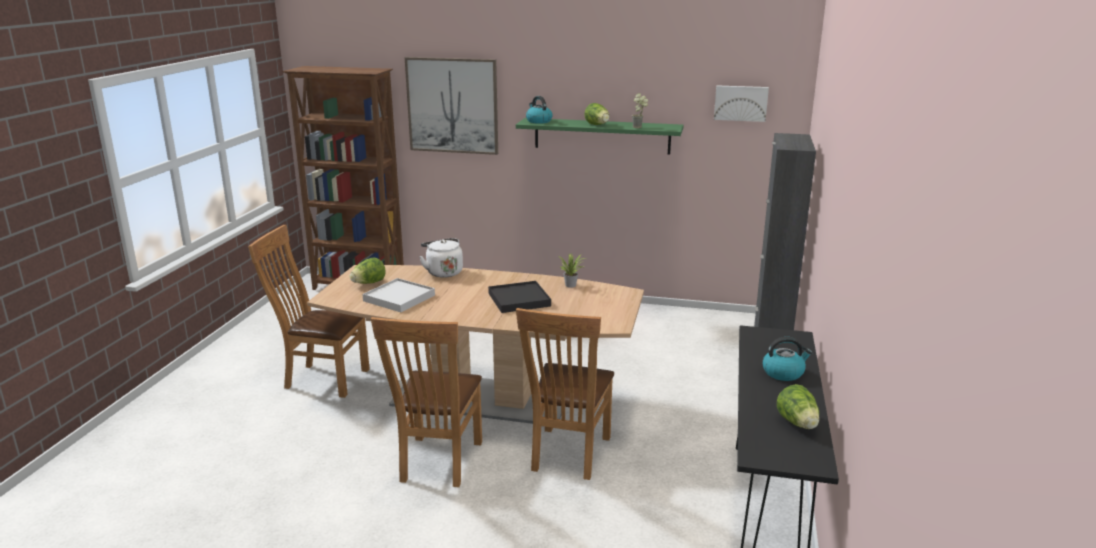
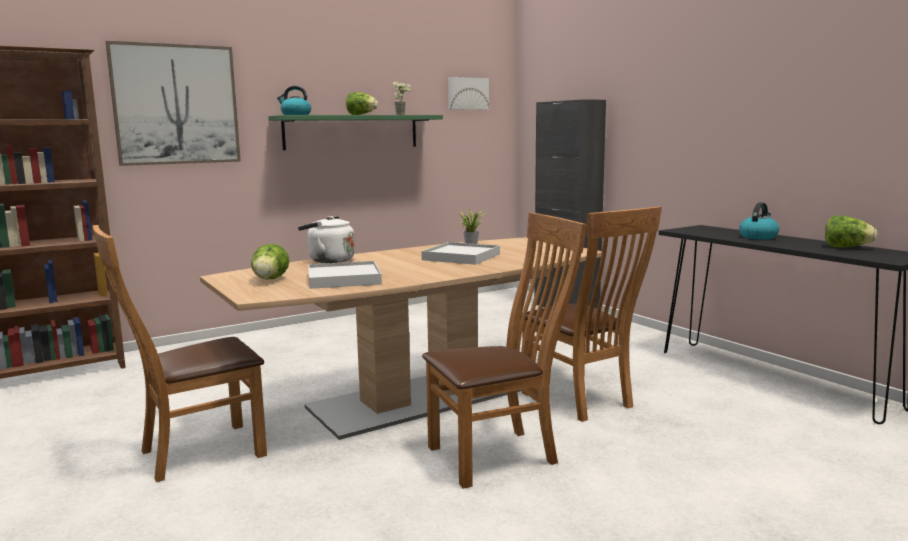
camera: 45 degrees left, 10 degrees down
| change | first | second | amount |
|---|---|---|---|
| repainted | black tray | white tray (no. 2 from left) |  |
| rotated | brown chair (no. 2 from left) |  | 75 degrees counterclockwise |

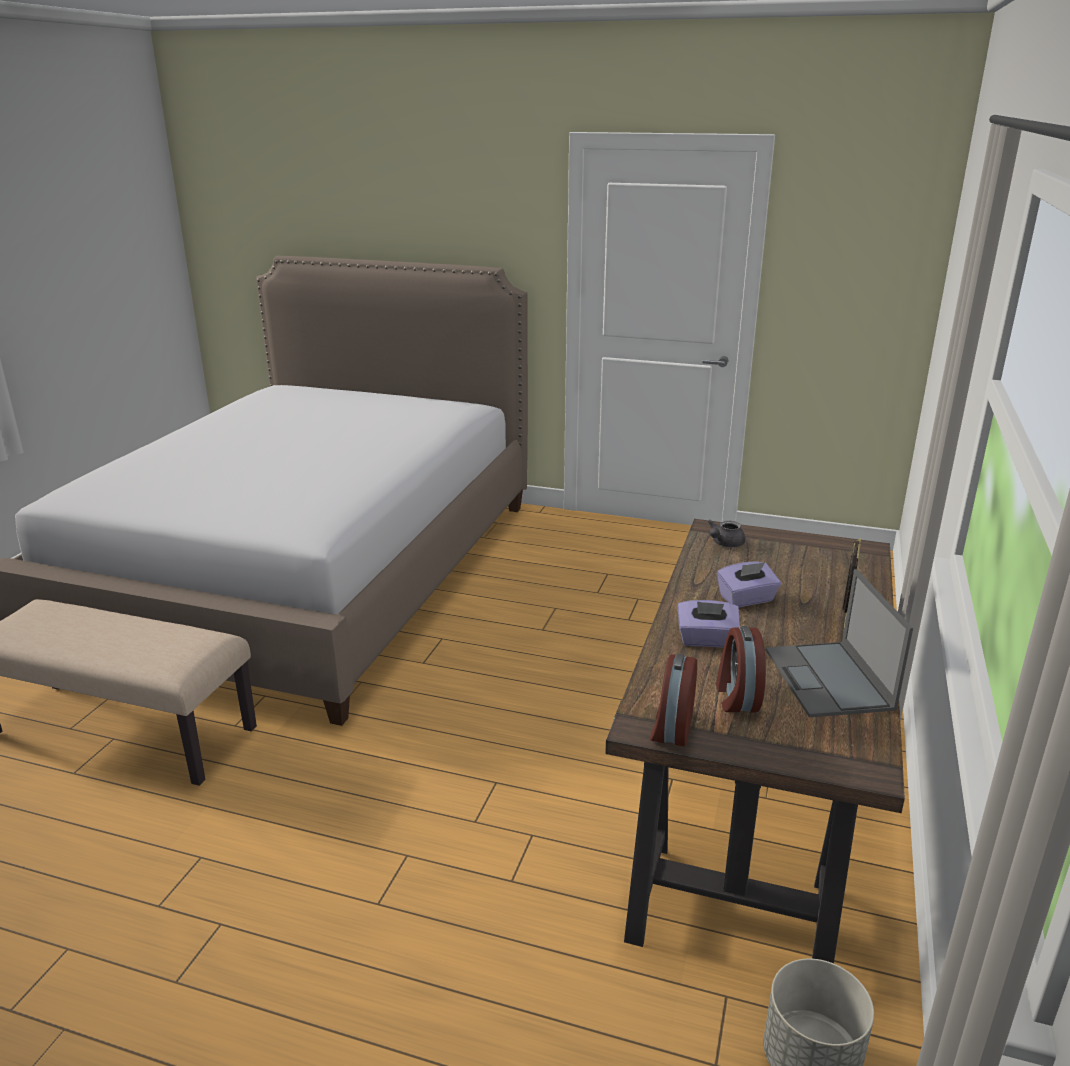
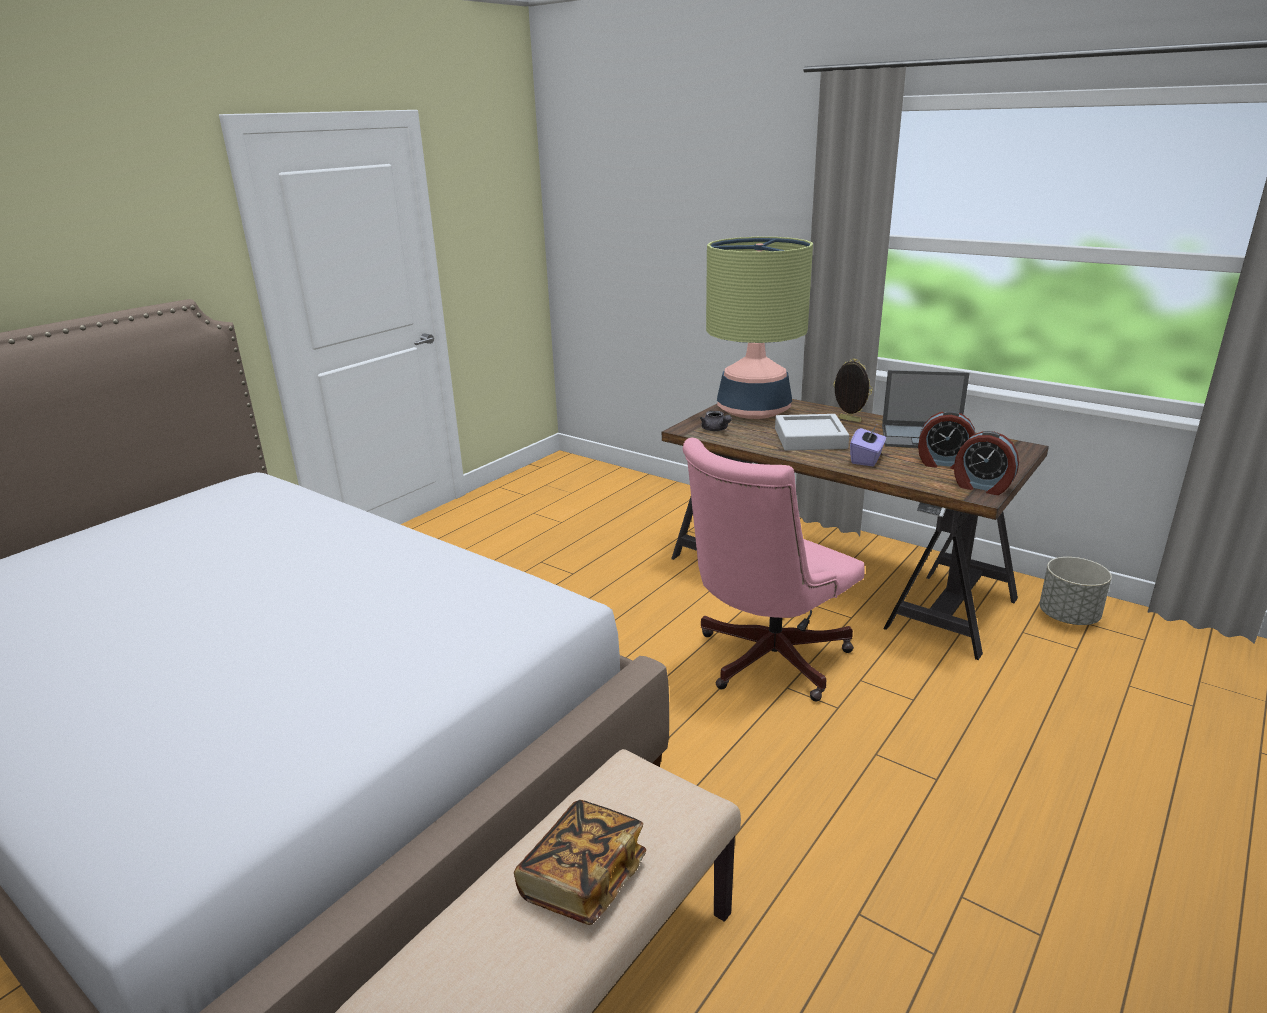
camera: 70 degrees left, 0 degrees up
| change | first | second | amount |
|---|---|---|---|
| swapped | purple tissue box (no. 2 from left) | grey tray |  |
| new |  | table lamp |  |
| new |  | pink office chair |  |
| new |  | book |  |

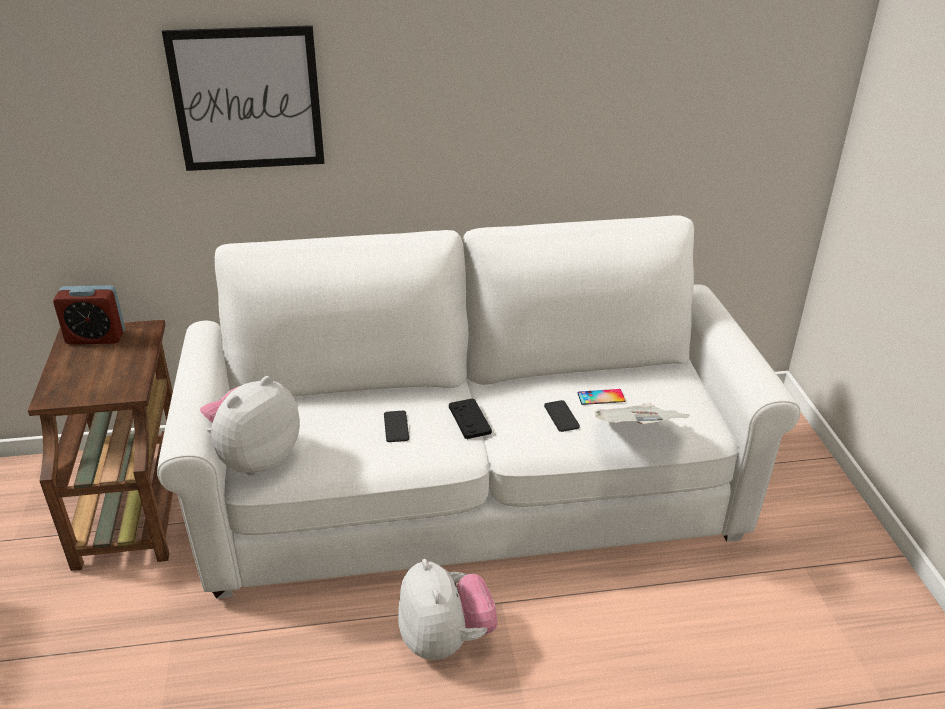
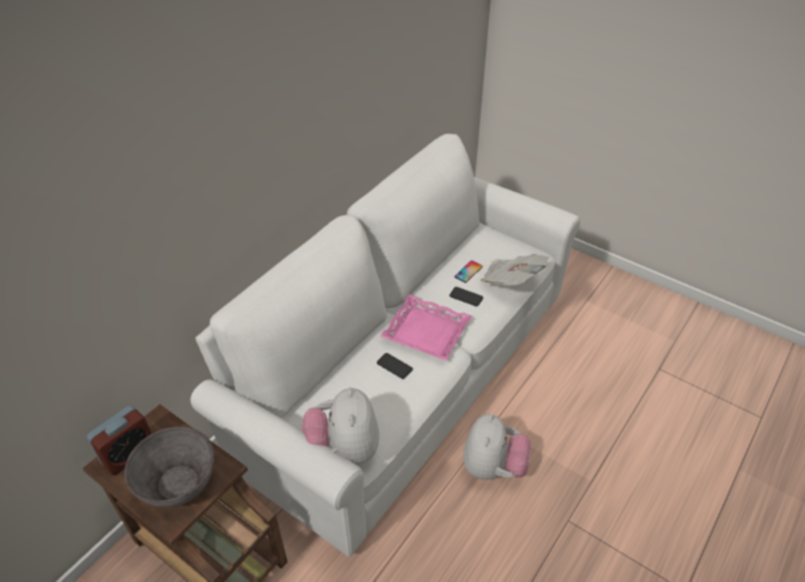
camera: 45 degrees left, 10 degrees up
| change | first | second | amount |
|---|---|---|---|
| gone | picture |  |  |
| swapped | black game controller | pink tray |  |
| rotated | plush toy (no. 2 from left) |  | 75 degrees clockwise |
| new |  | grey bowl |  |

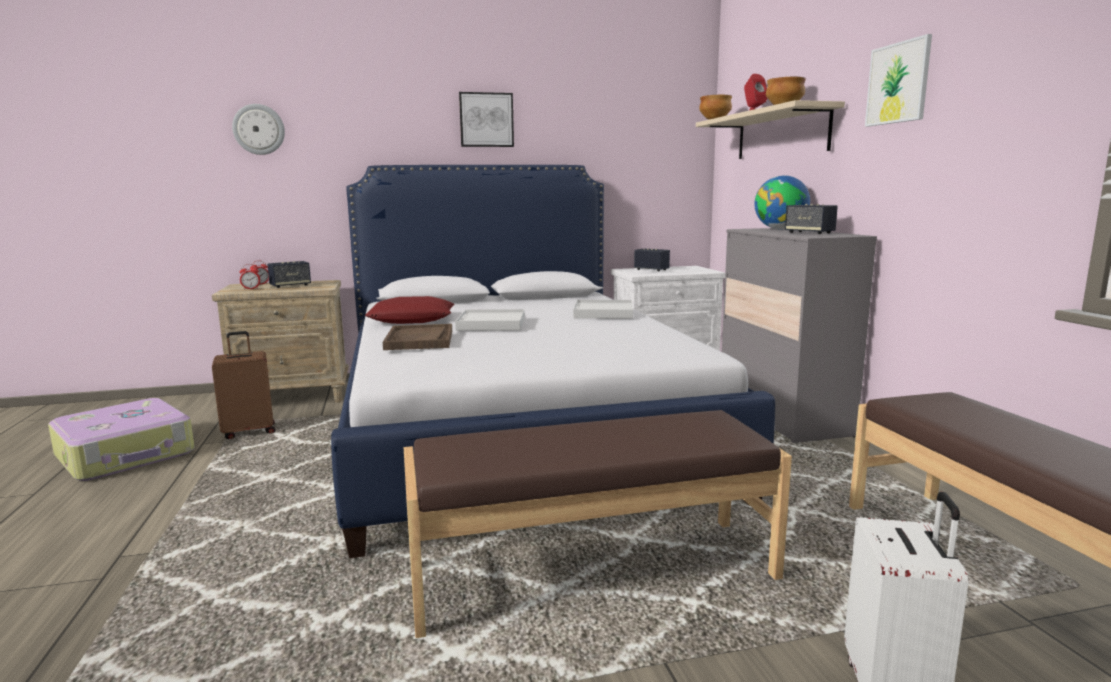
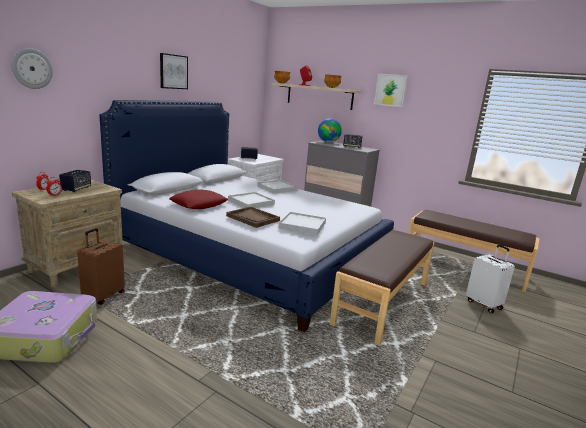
camera: 45 degrees left, 5 degrees up
| change | first | second | amount |
|---|---|---|---|
| new |  | white tray (no. 3 from left) |  |

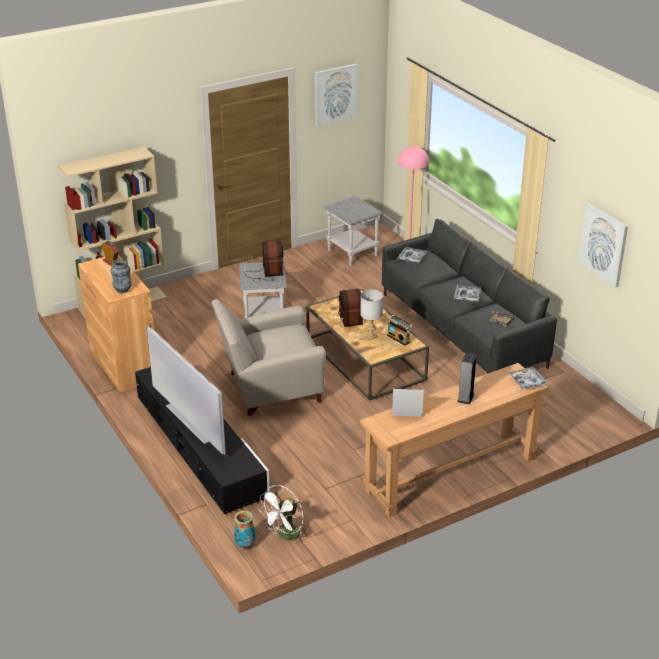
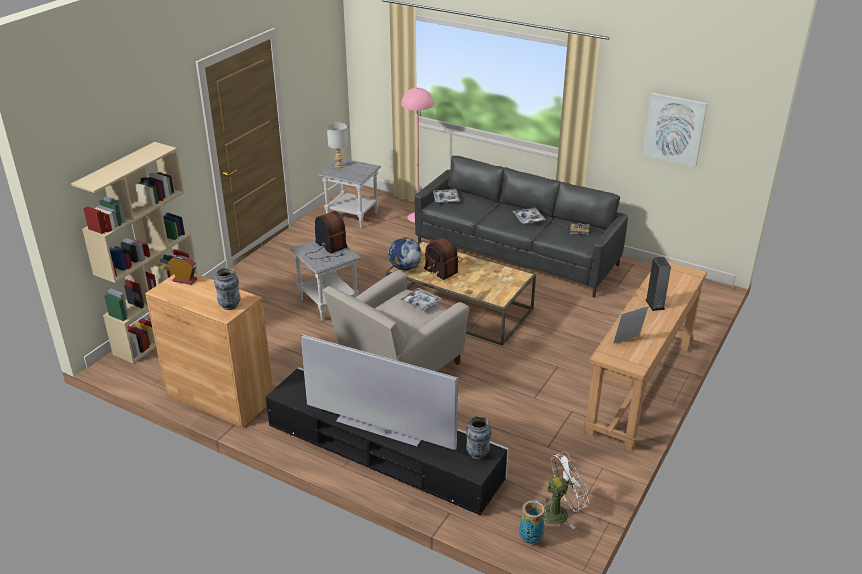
camera: 30 degrees left, 0 degrees up
| change | first | second | amount |
|---|---|---|---|
| gone | picture (no. 1 from left) |  |  |
| shifted | grey table lamp |  |  |
| gone | radio (no. 3 from left) |  |  |
| shifted | tray (no. 3 from left in the first image) | tray (no. 1 from left) |  |
| rotated | white fan |  | 120 degrees counterclockwise |
| new |  | globe |  |
| new |  | vase (no. 2 from left) |  |

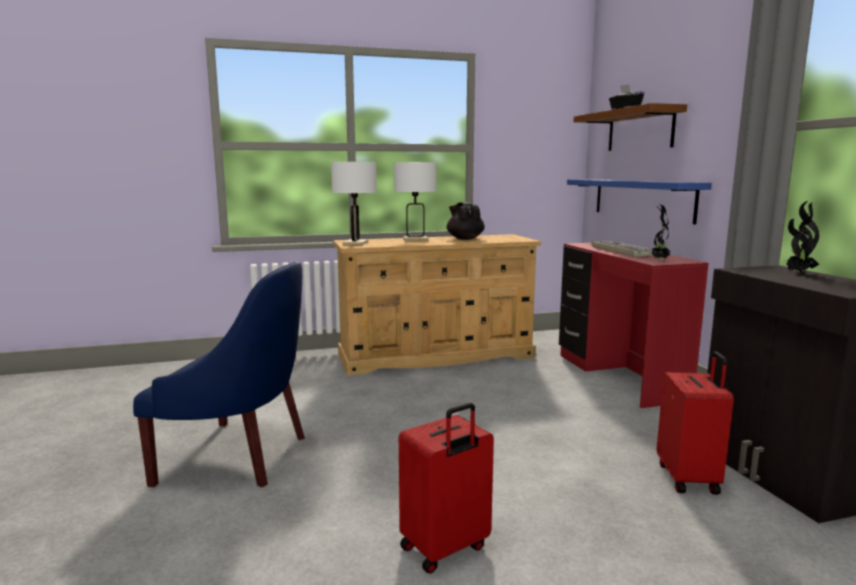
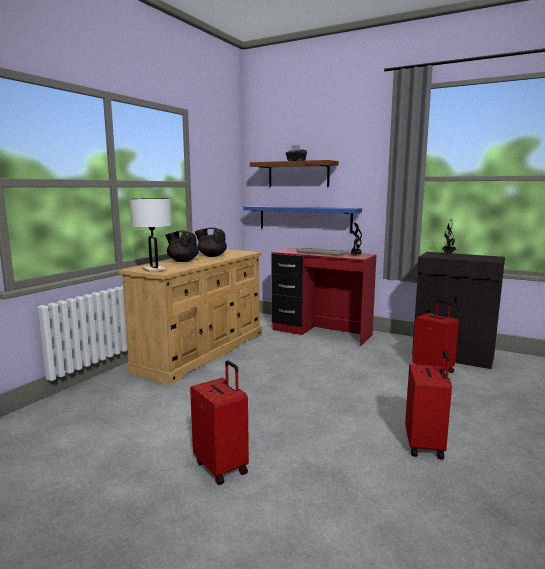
camera: 45 degrees left, 0 degrees up
| change | first | second | amount |
|---|---|---|---|
| swapped | white table lamp (no. 2 from left) | black teapot (no. 1 from left) |  |
| swapped | blue armchair | red suitcase (no. 1 from left) |  |

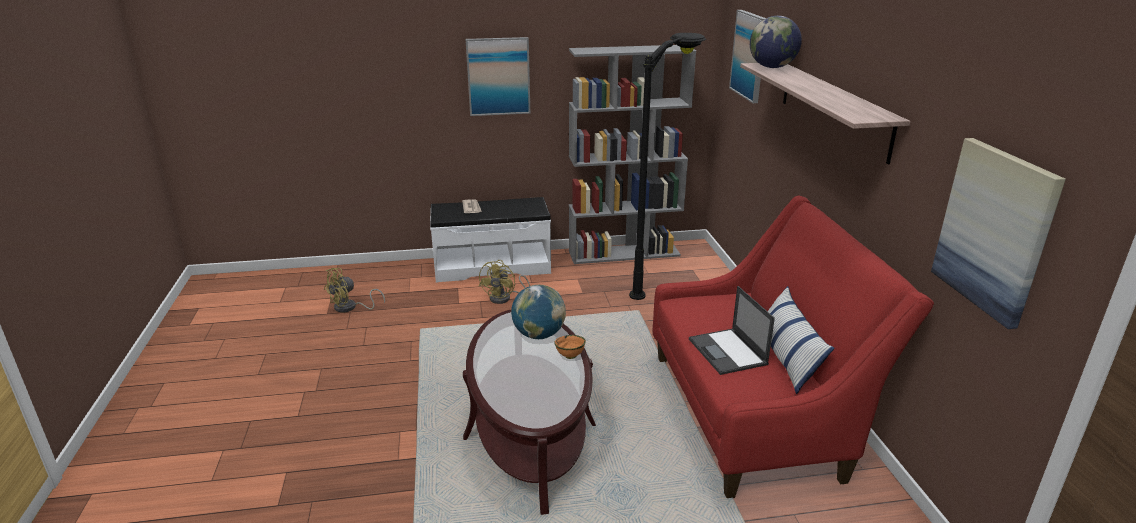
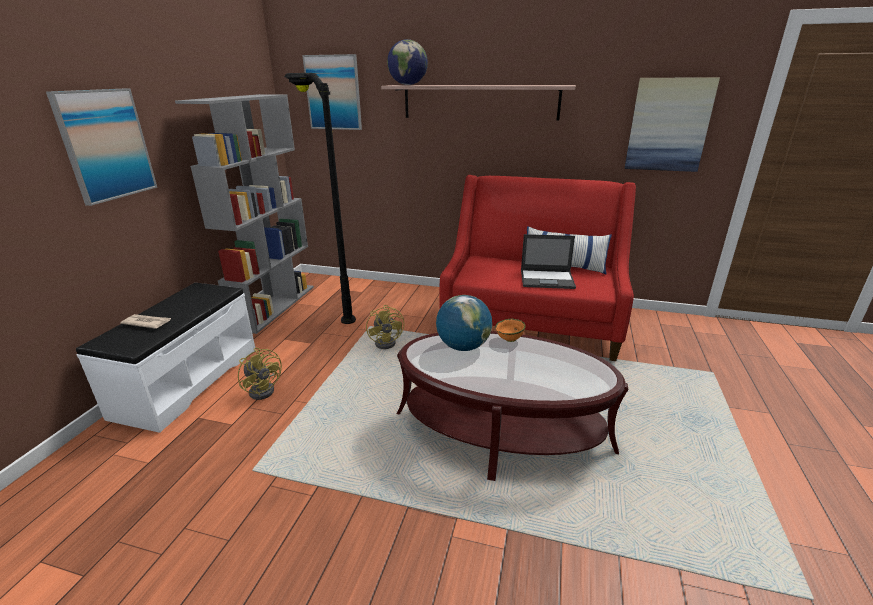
camera: 65 degrees left, 0 degrees up
| change | first | second | amount |
|---|---|---|---|
| shifted | yellow fan (no. 1 from left in the first image) | yellow fan (no. 2 from left) |  |

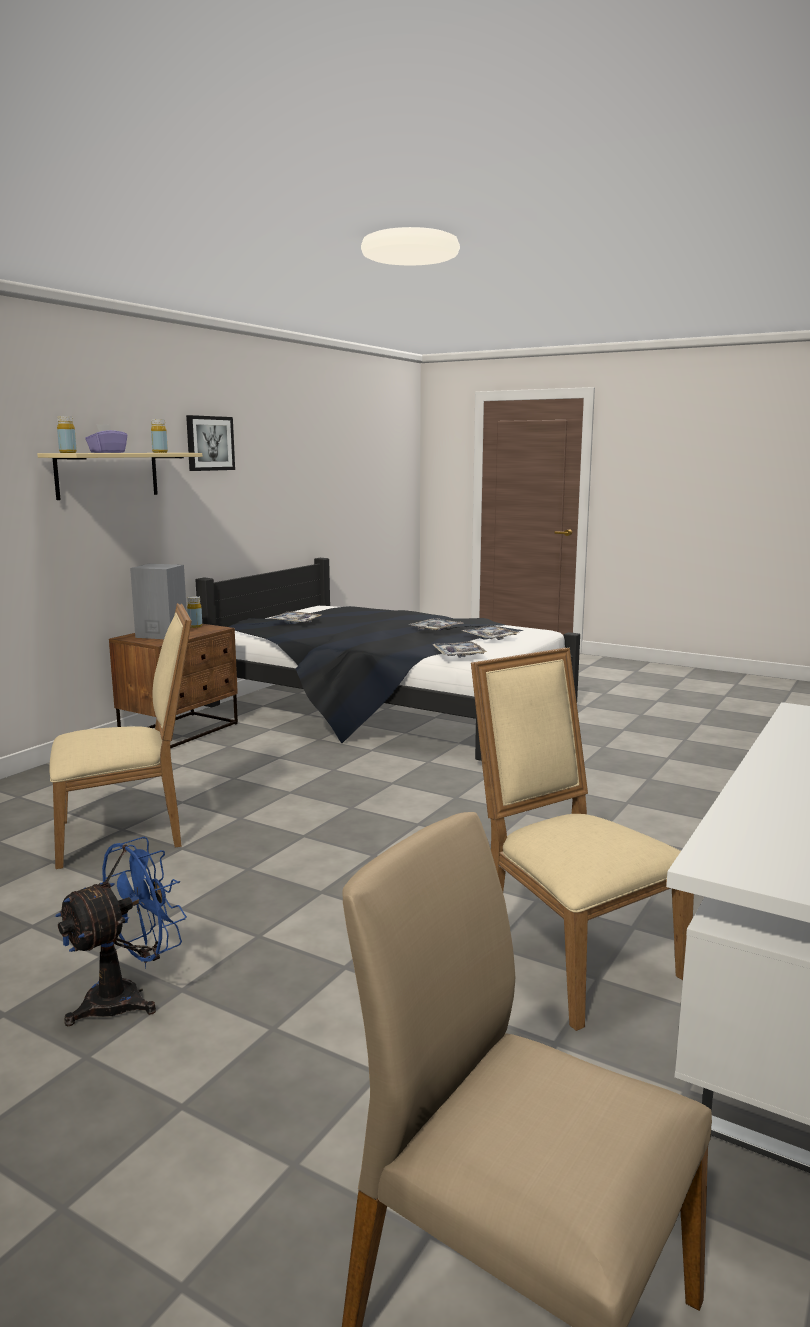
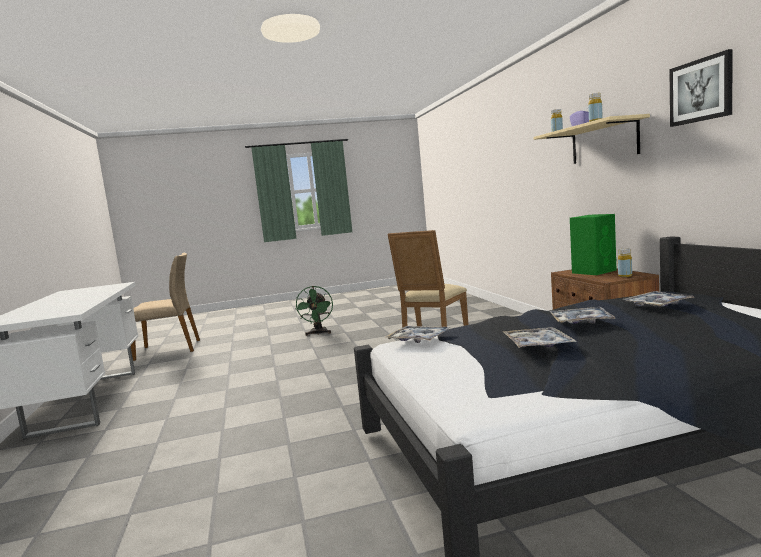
camera: 135 degrees right, 5 degrees down
| change | first | second | amount |
|---|---|---|---|
| repainted | grey speaker | green speaker |  |
| shifted | tray (no. 4 from left in the first image) | tray (no. 3 from left) |  |
| gone | beige chair (no. 3 from left) |  |  |
| repainted | blue fan | green fan |  |

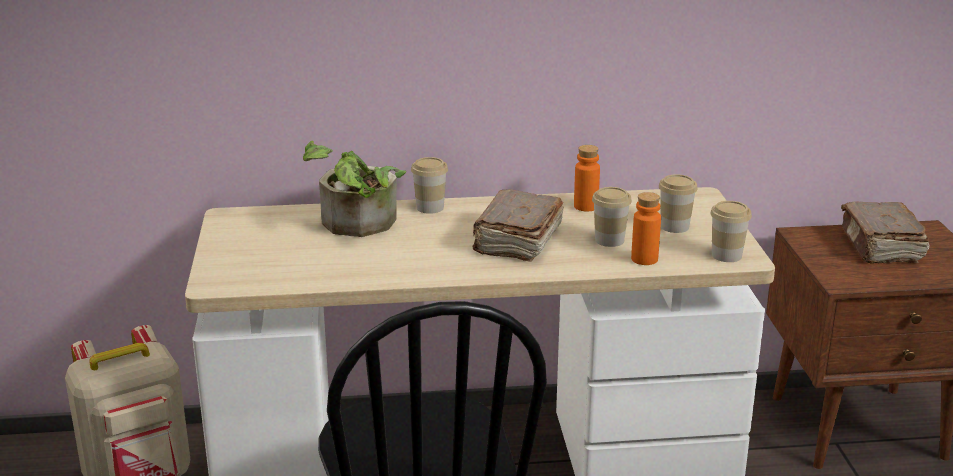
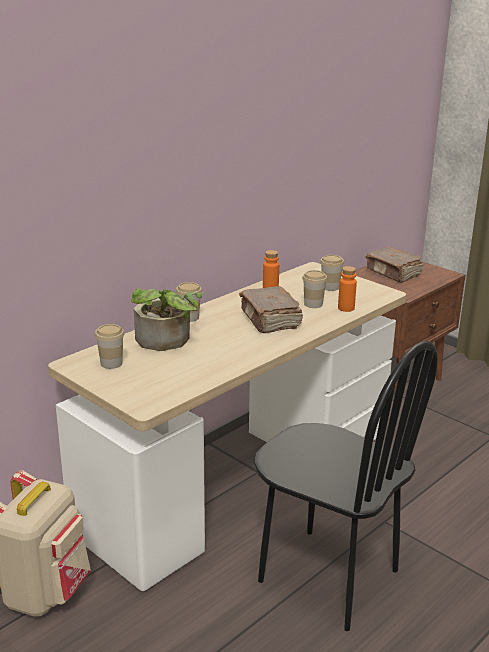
camera: 40 degrees left, 0 degrees up
| change | first | second | amount |
|---|---|---|---|
| shifted | cup (no. 4 from left in the first image) | cup (no. 1 from left) |  |

